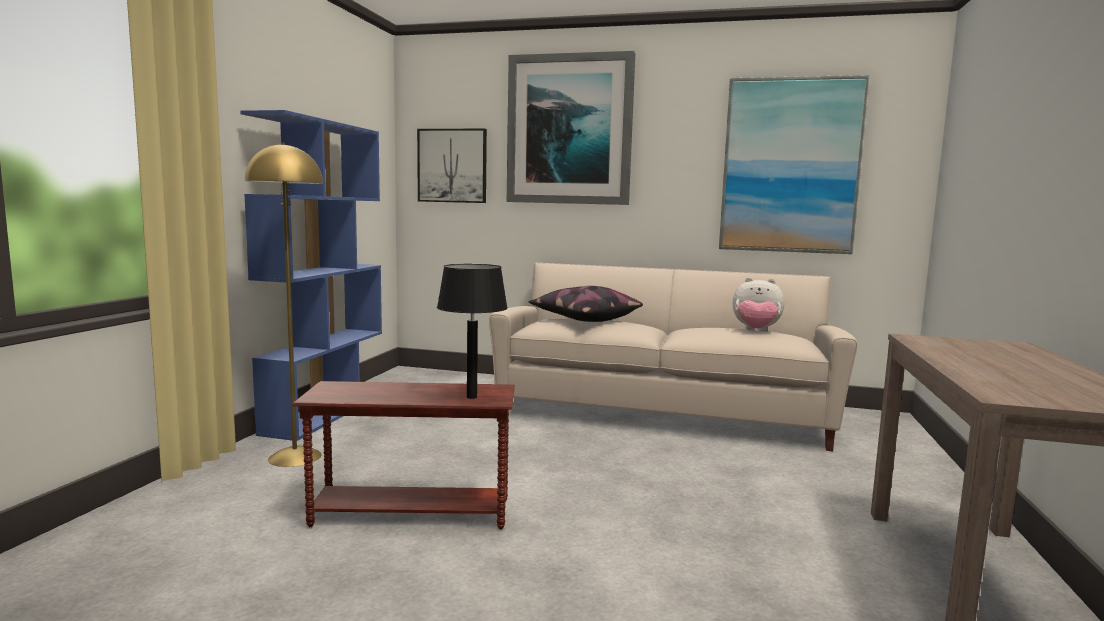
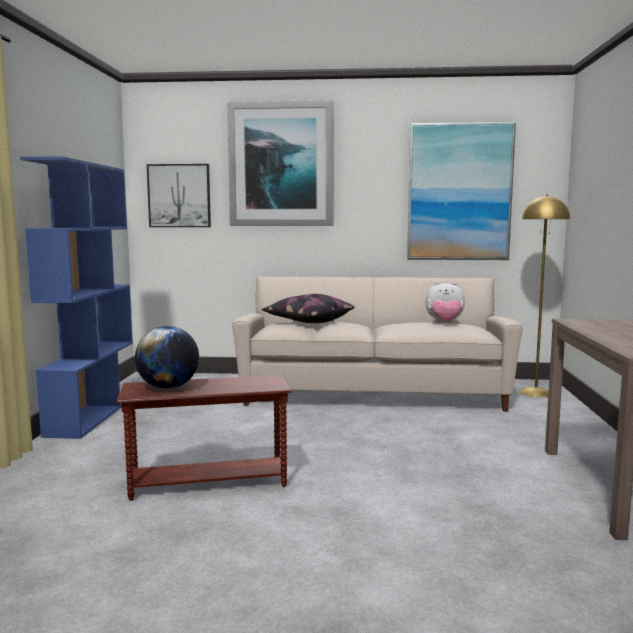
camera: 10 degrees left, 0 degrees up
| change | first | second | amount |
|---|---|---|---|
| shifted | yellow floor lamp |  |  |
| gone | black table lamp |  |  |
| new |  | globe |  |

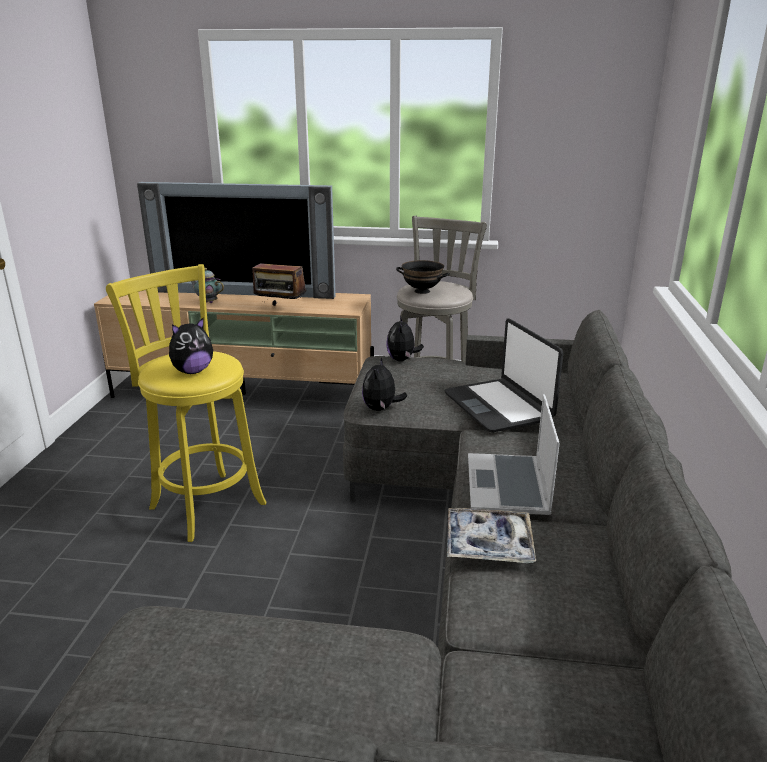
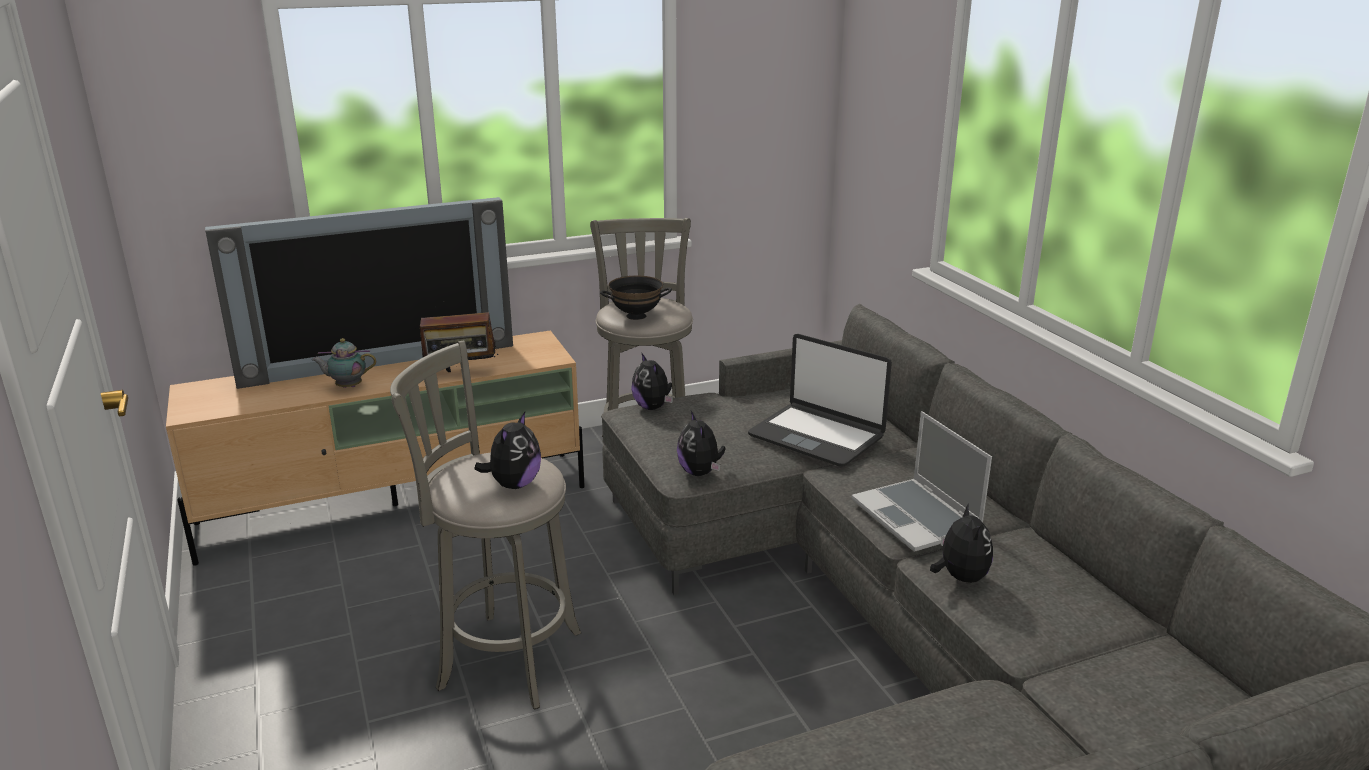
camera: 30 degrees left, 0 degrees up
| change | first | second | amount |
|---|---|---|---|
| repainted | yellow stool | grey stool (no. 1 from left) |  |
| swapped | tray | plush toy (no. 4 from left) |  |

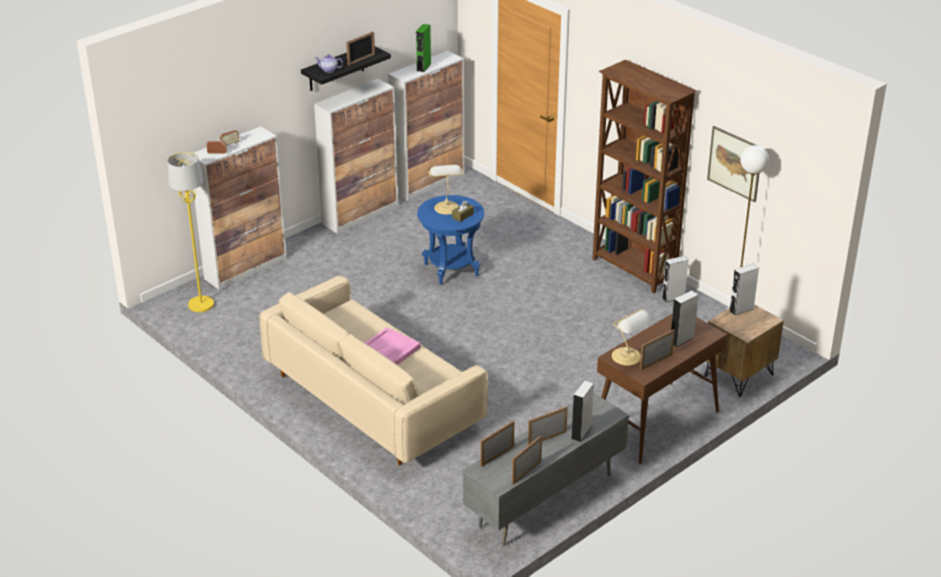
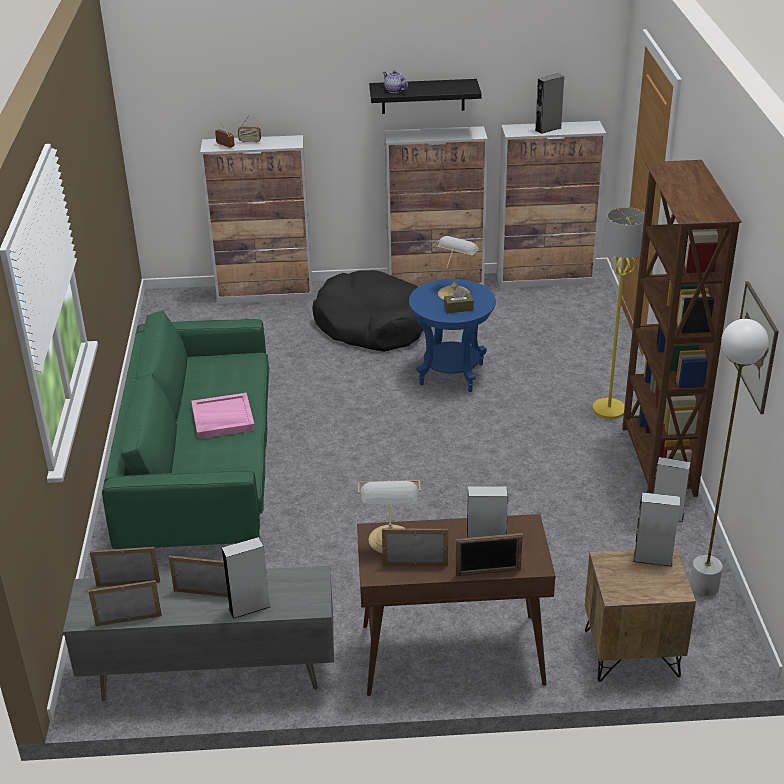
camera: 40 degrees right, 0 degrees up
| change | first | second | amount |
|---|---|---|---|
| repainted | green speaker | grey speaker (no. 3 from left) |  |
| shifted | picture frame (no. 1 from left in the first image) | picture frame (no. 5 from left) |  |
| shifted | yellow floor lamp |  |  |
| repainted | beige sofa | green sofa |  |
| new |  | black dog bed |  |

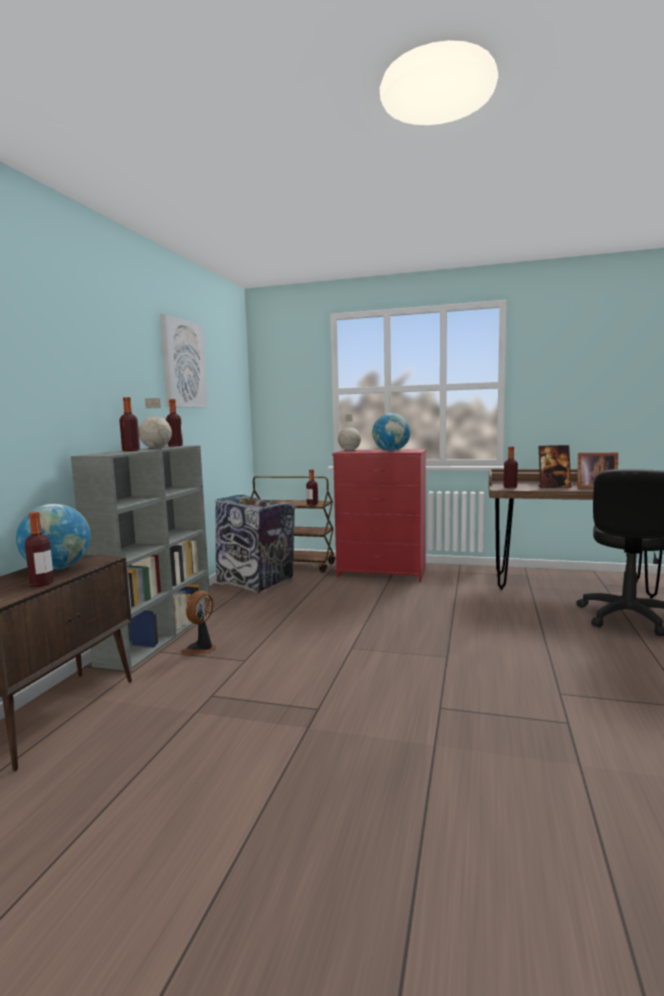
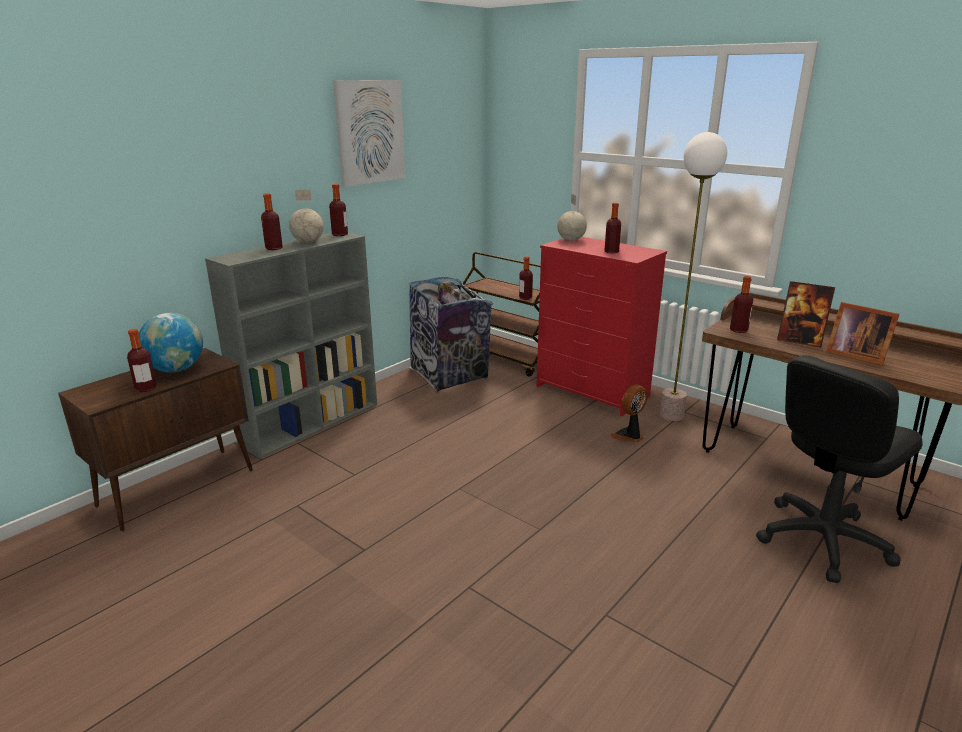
camera: 25 degrees right, 15 degrees up
| change | first | second | amount |
|---|---|---|---|
| swapped | globe (no. 4 from left) | bottle (no. 5 from left) |  |
| shifted | fan |  |  |
| new |  | floor lamp |  |

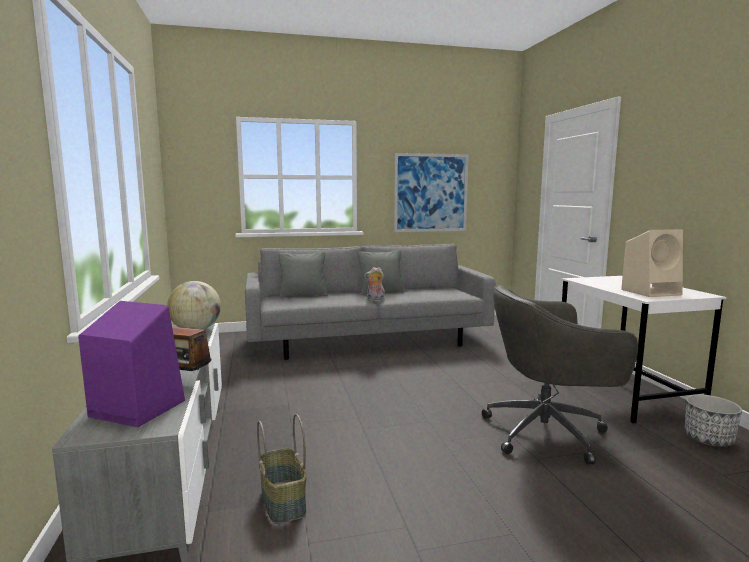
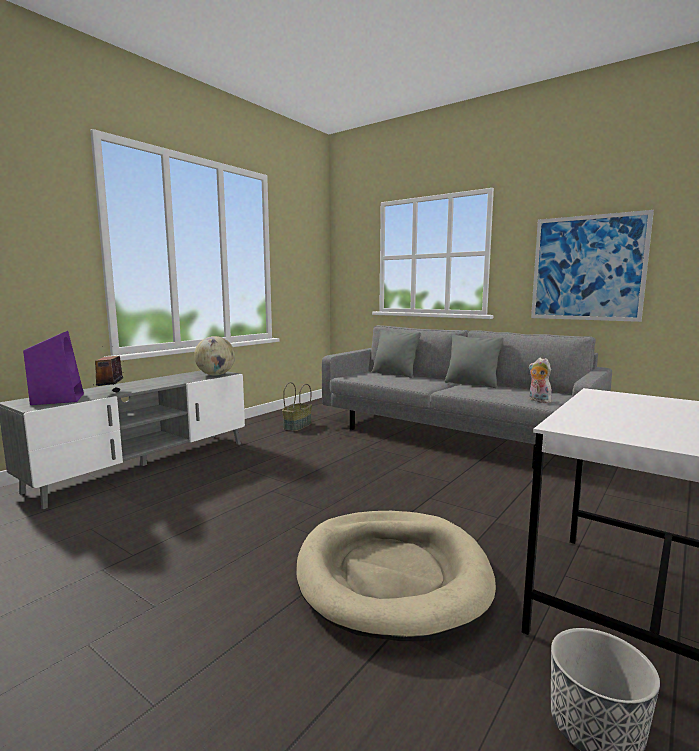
camera: 50 degrees right, 0 degrees up
| change | first | second | amount |
|---|---|---|---|
| gone | beige speaker |  |  |
| shifted | plush toy |  |  |
| swapped | grey office chair | beige dog bed |  |
| shifted | basket |  |  |

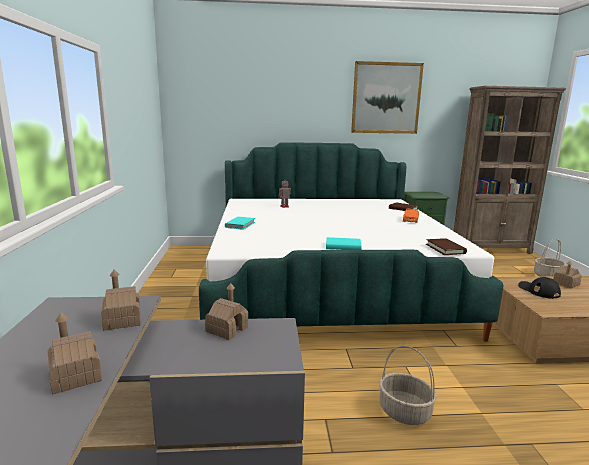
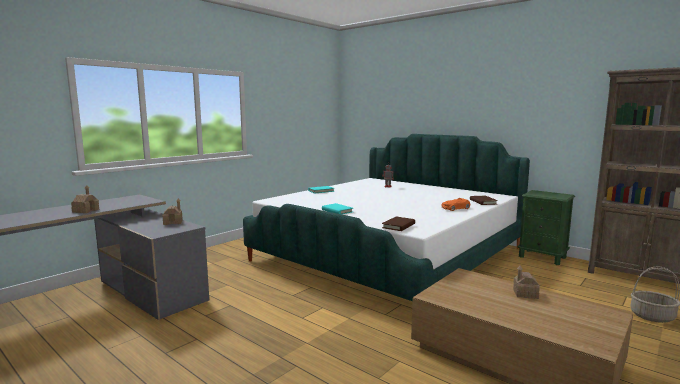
camera: 45 degrees right, 5 degrees down
| change | first | second | amount |
|---|---|---|---|
| gone | picture |  |  |
| gone | toy house (no. 2 from left) |  |  |
| gone | black cap |  |  |
| gone | basket (no. 1 from left) |  |  |

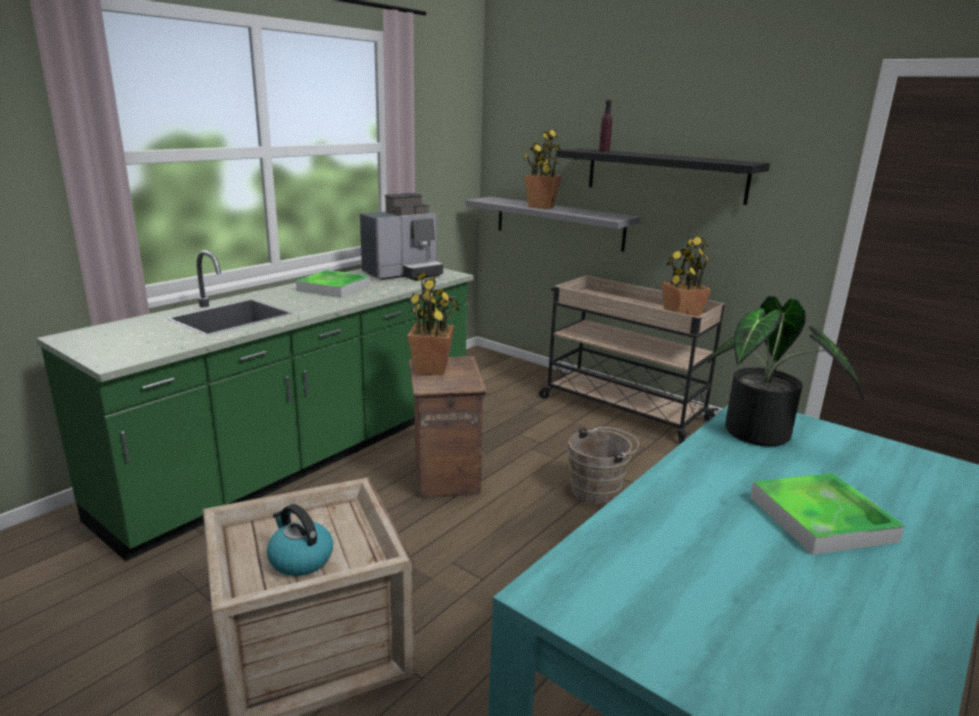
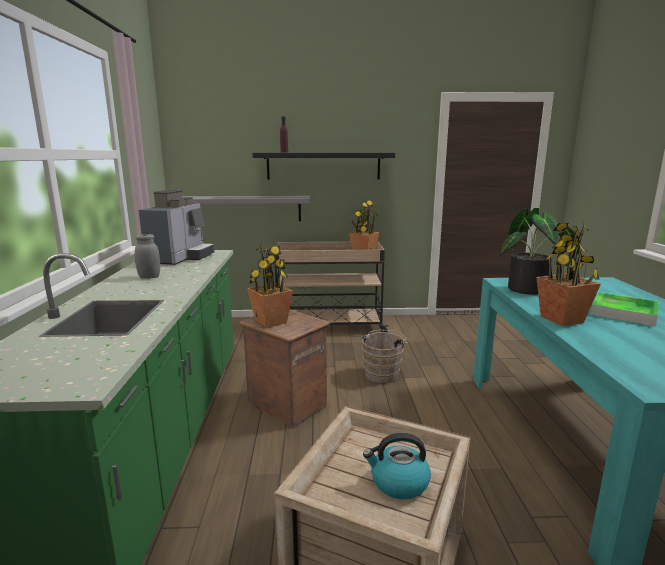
camera: 40 degrees left, 5 degrees down
| change | first | second | amount |
|---|---|---|---|
| shifted | potted plant (no. 2 from left in the first image) | potted plant (no. 4 from left) |  |
| swapped | tray (no. 1 from left) | grey jar |  |

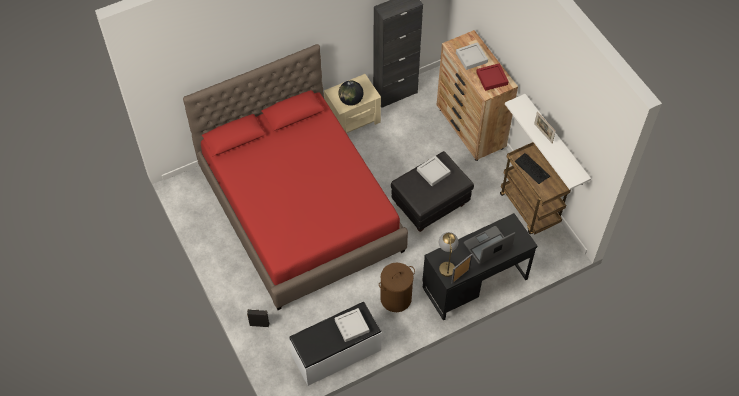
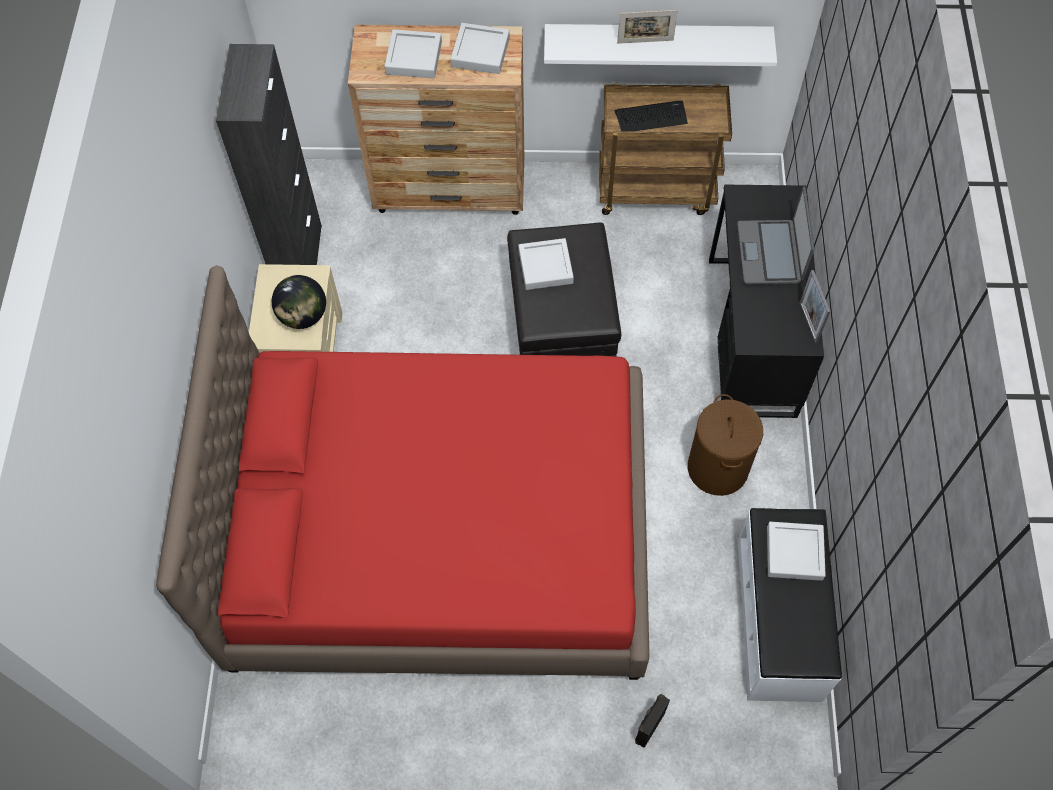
camera: 60 degrees left, 5 degrees up
| change | first | second | amount |
|---|---|---|---|
| repainted | red tray | grey tray (no. 2 from left) |  |
| gone | table lamp |  |  |

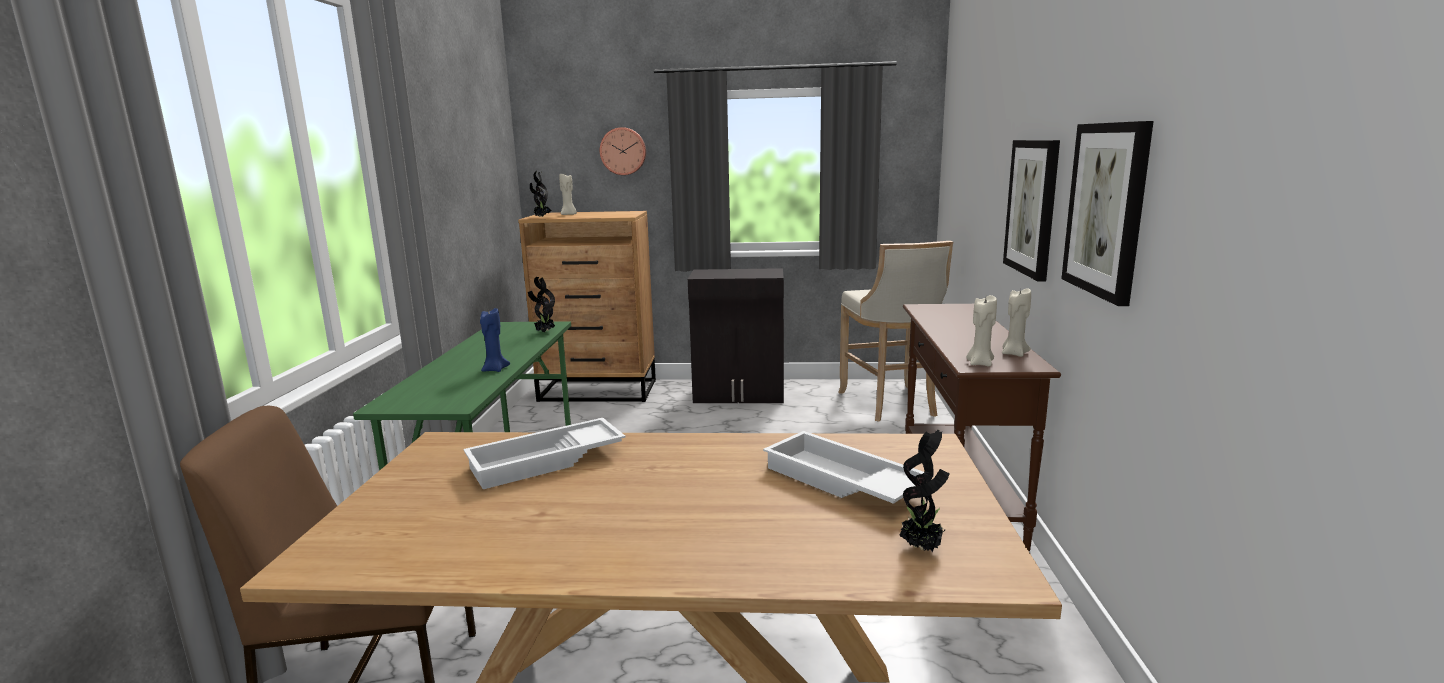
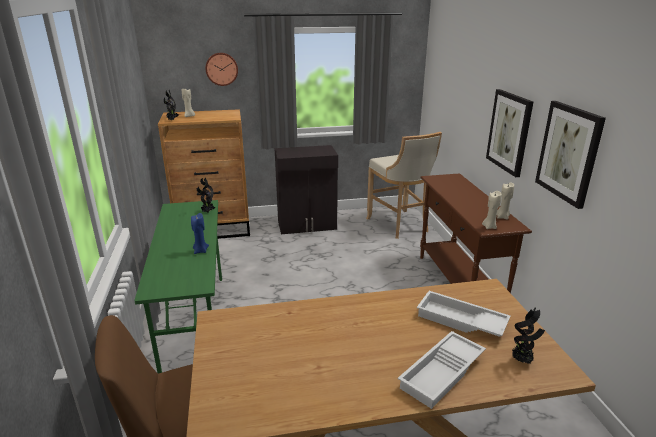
camera: 15 degrees left, 10 degrees up
| change | first | second | amount |
|---|---|---|---|
| shifted | white tray (no. 1 from left) |  |  |

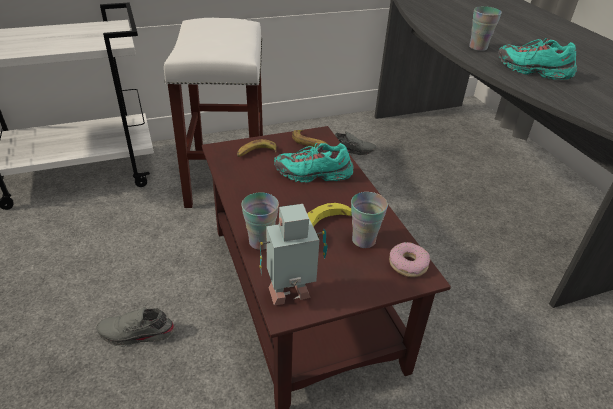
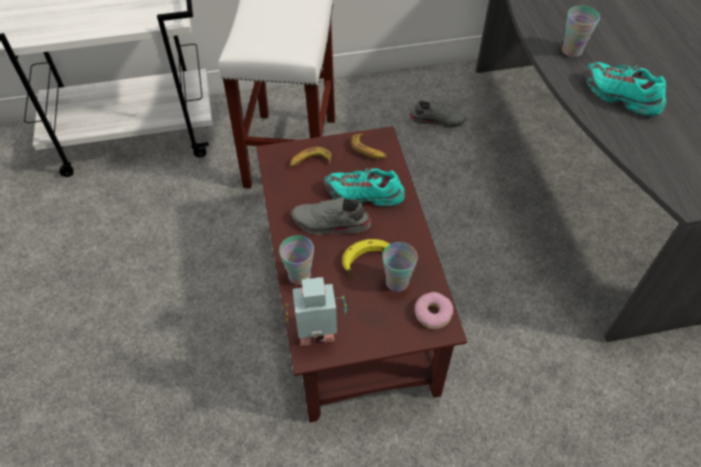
camera: 10 degrees right, 15 degrees up
| change | first | second | amount |
|---|---|---|---|
| shifted | grey shoe (no. 1 from left) |  |  |

